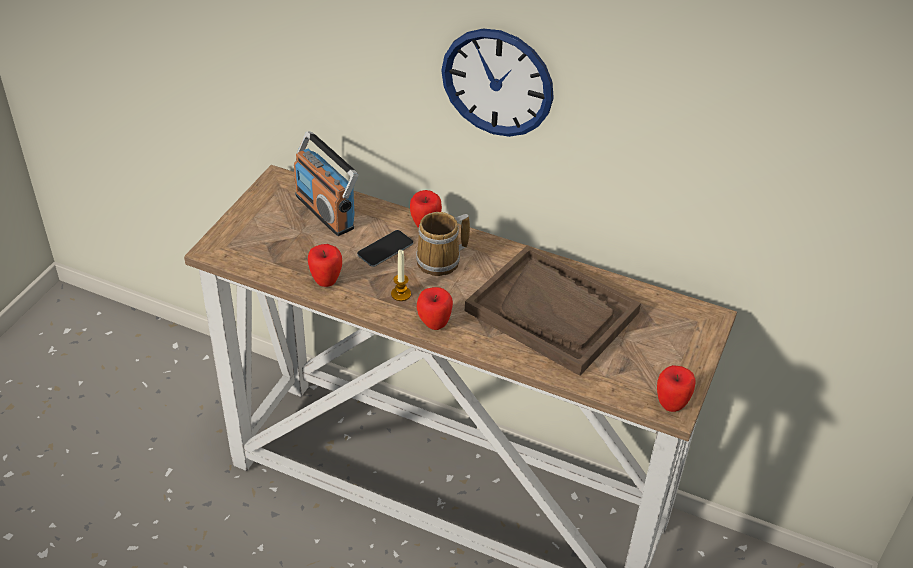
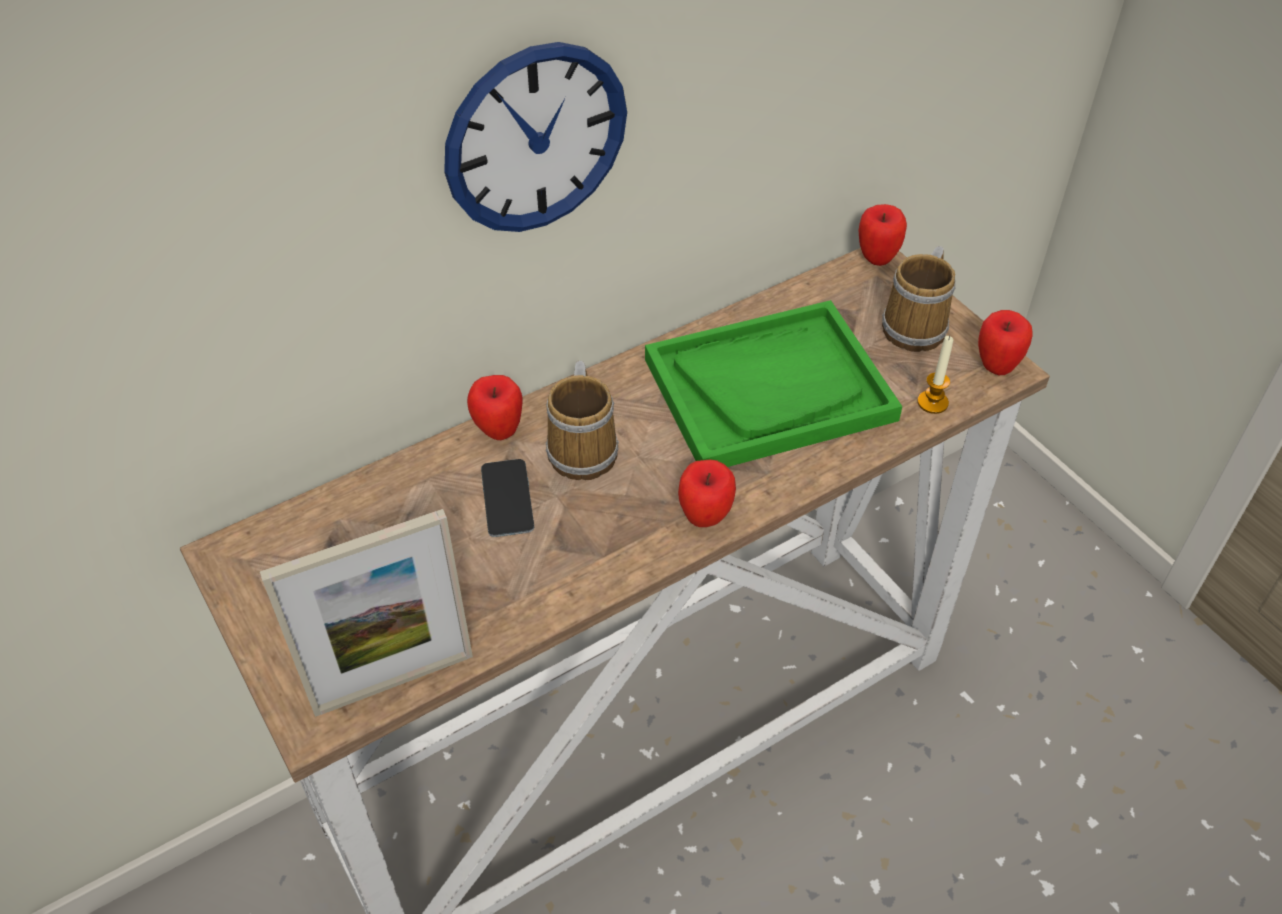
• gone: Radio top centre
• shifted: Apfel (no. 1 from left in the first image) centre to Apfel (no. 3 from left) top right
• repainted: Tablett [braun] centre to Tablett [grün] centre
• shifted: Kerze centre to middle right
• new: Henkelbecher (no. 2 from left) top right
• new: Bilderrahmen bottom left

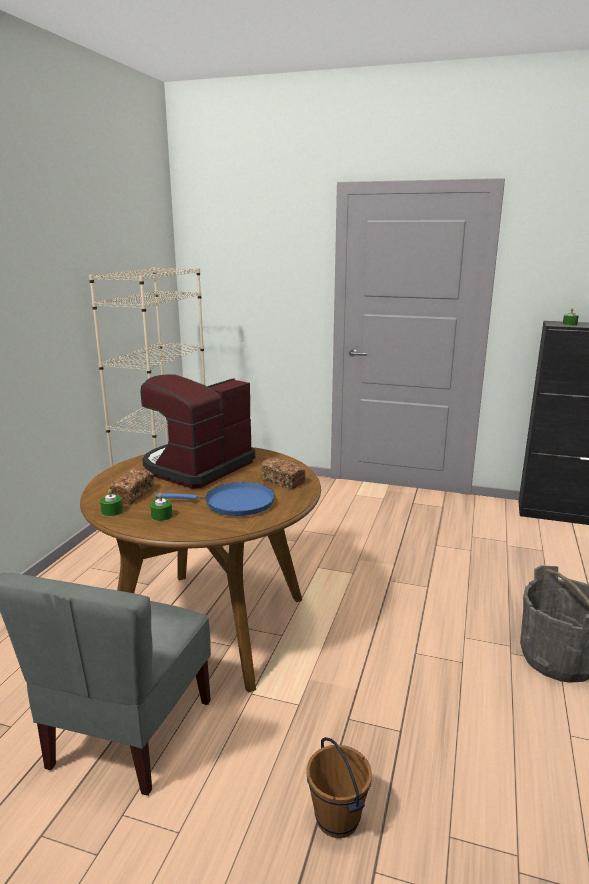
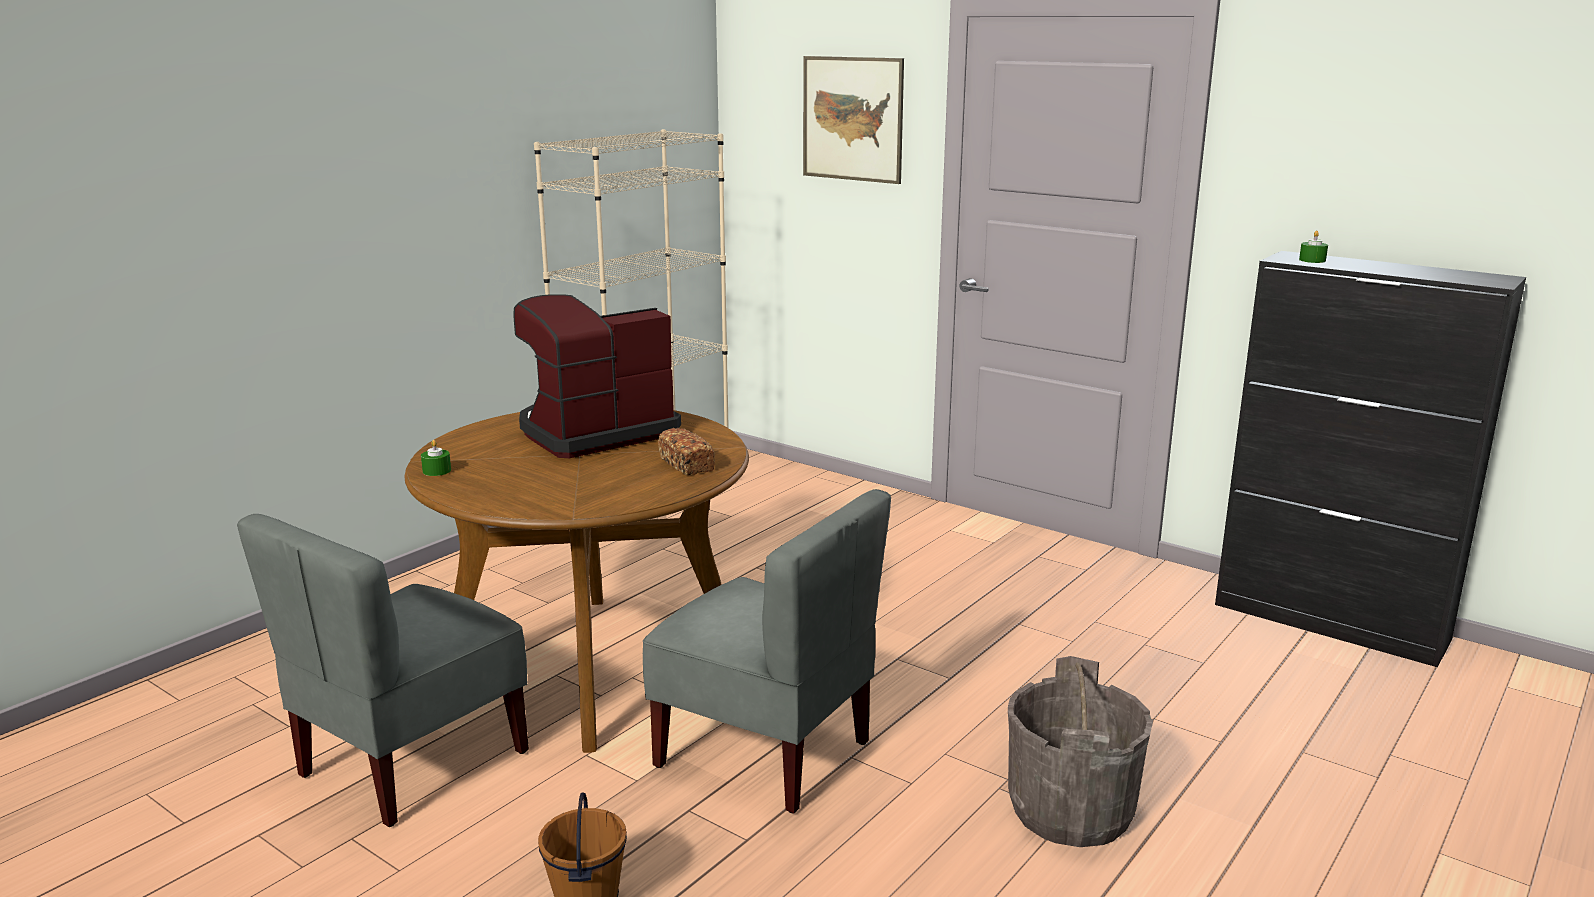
• gone: Brot (no. 1 from left) middle left
• gone: Pfanne [blau] centre
• gone: Kerze [grün] (no. 2 from left) middle left
• new: Bild top centre
• new: Stuhl [grau] (no. 2 from left) bottom centre

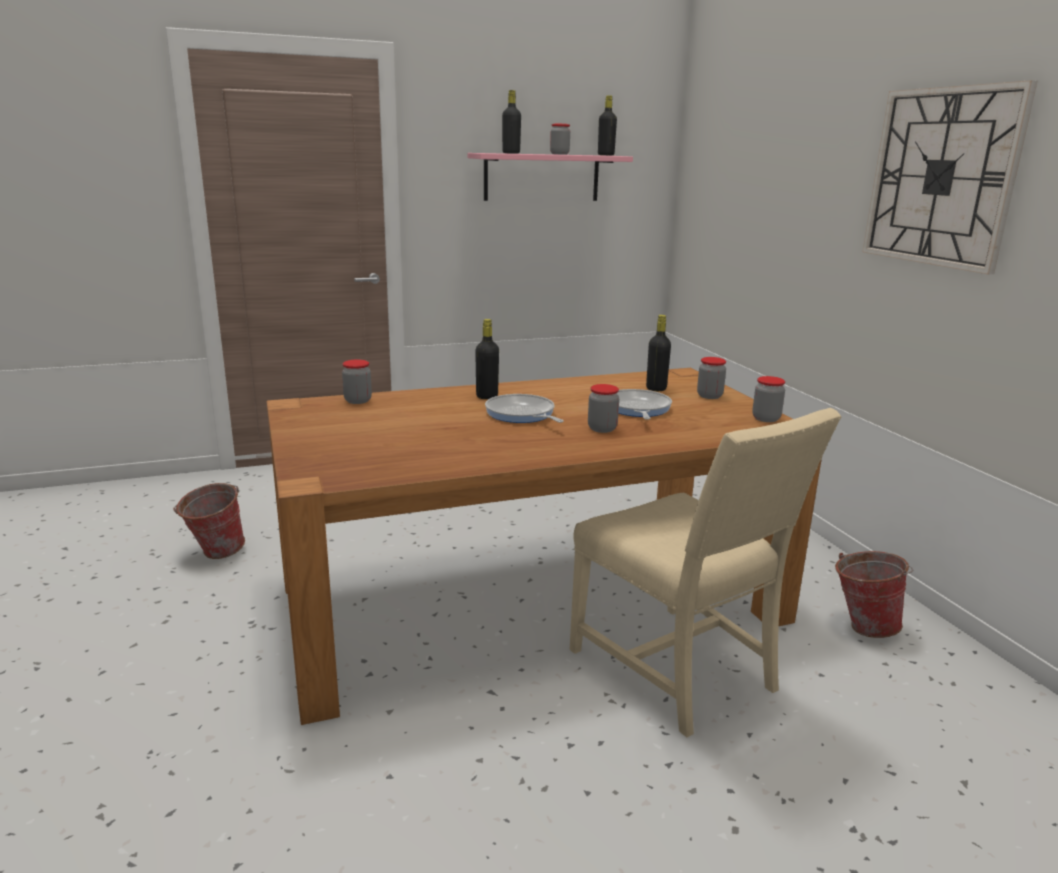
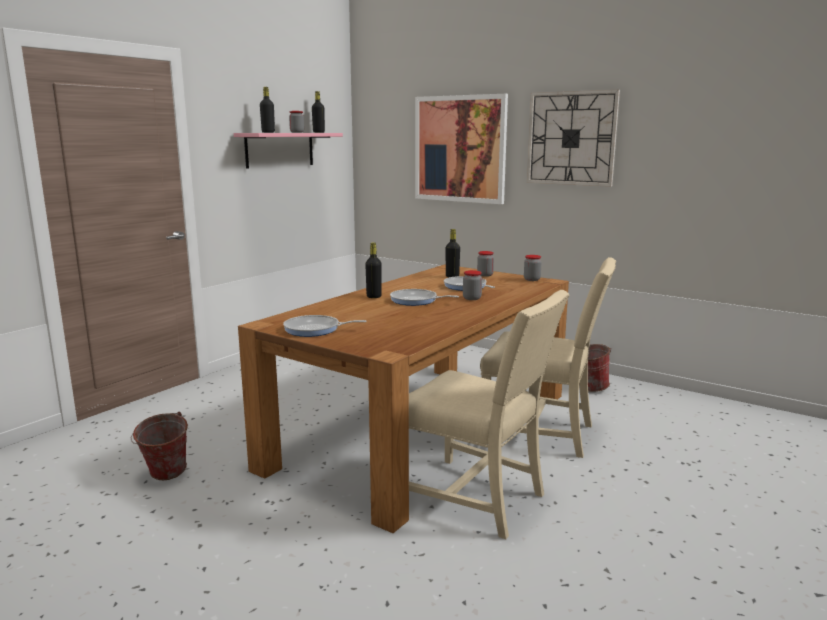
• gone: Vorratsglas (no. 1 from left) centre
• new: Bild top centre
• new: Stuhl [beige] (no. 1 from left) bottom centre
• new: Pfanne (no. 1 from left) centre

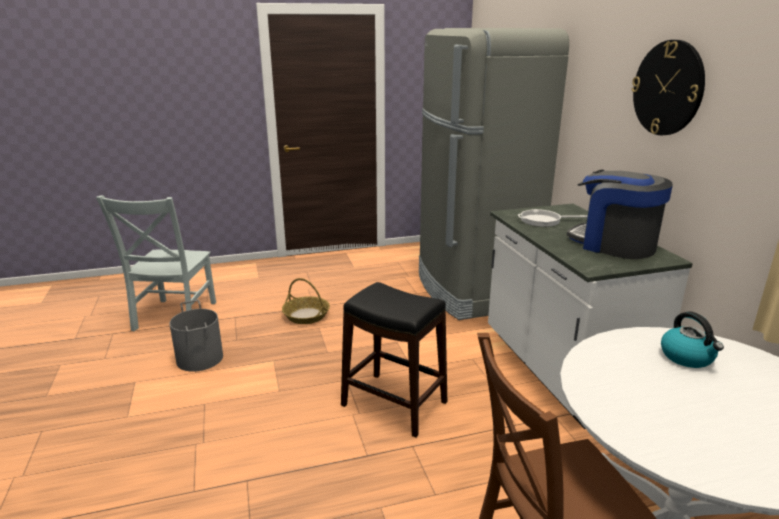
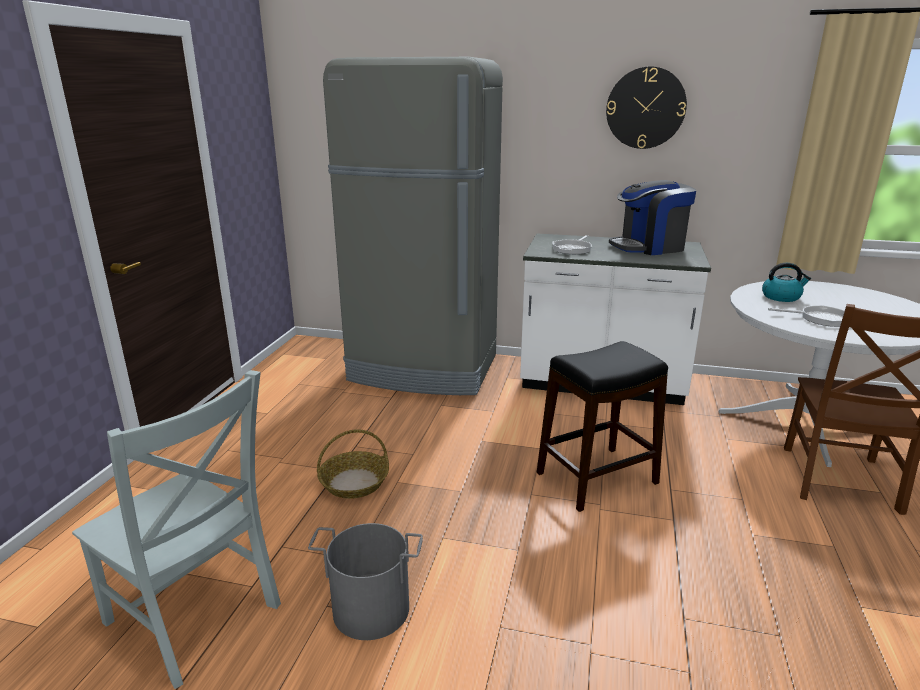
• new: Pfanne (no. 2 from left) middle right

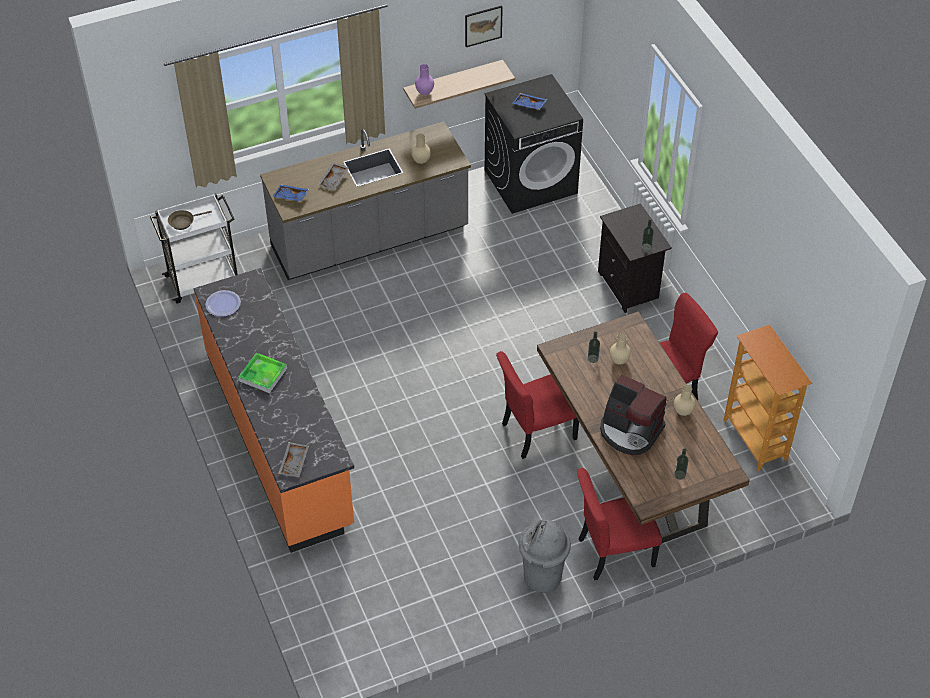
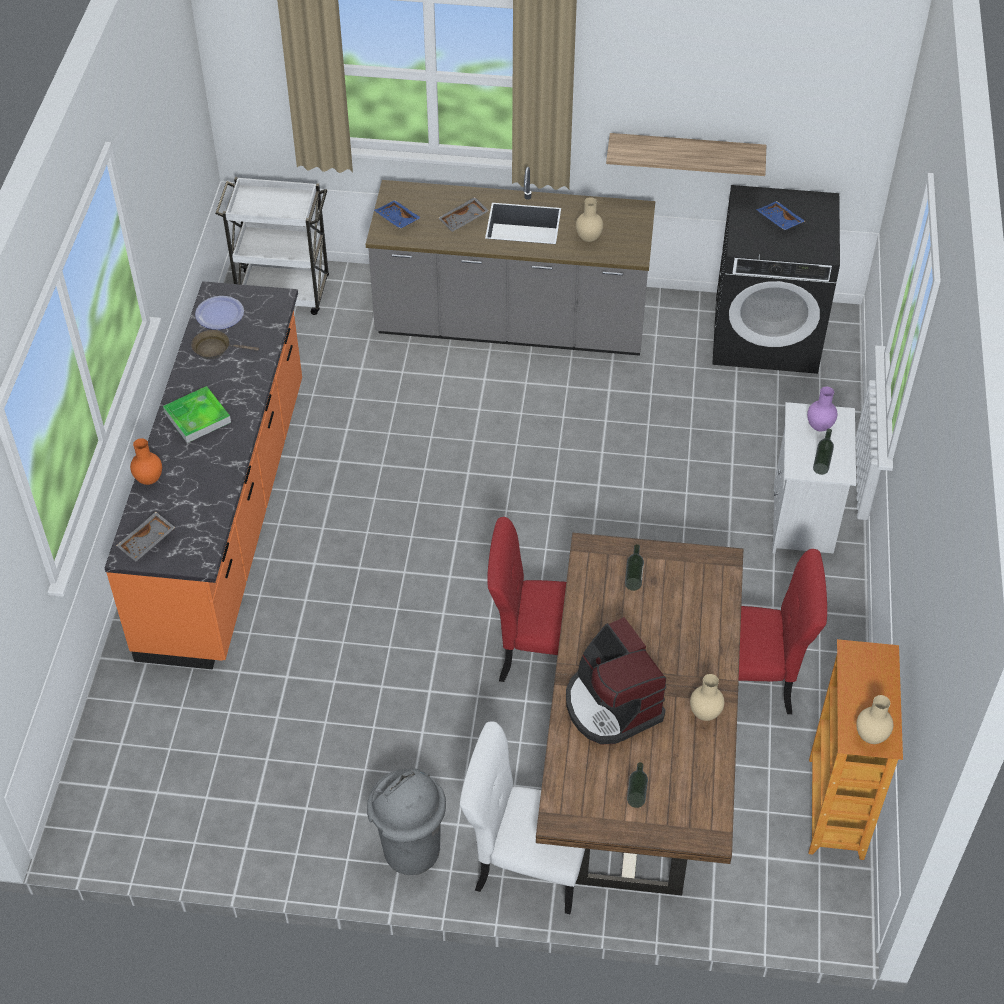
• gone: Bild top centre
• shifted: Vase [lila] top centre to middle right
• repainted: Nachttisch [schwarz] middle right to Nachttisch [weiß] middle right
• shifted: Pfanne [braun] top left to middle left
• shifted: Vase [beige] (no. 2 from left in the first image) middle right to Vase [beige] (no. 3 from left) bottom right
• repainted: Stuhl [rot] (no. 2 from left) bottom centre to Stuhl [weiß] bottom centre
• new: Vase [orange] middle left

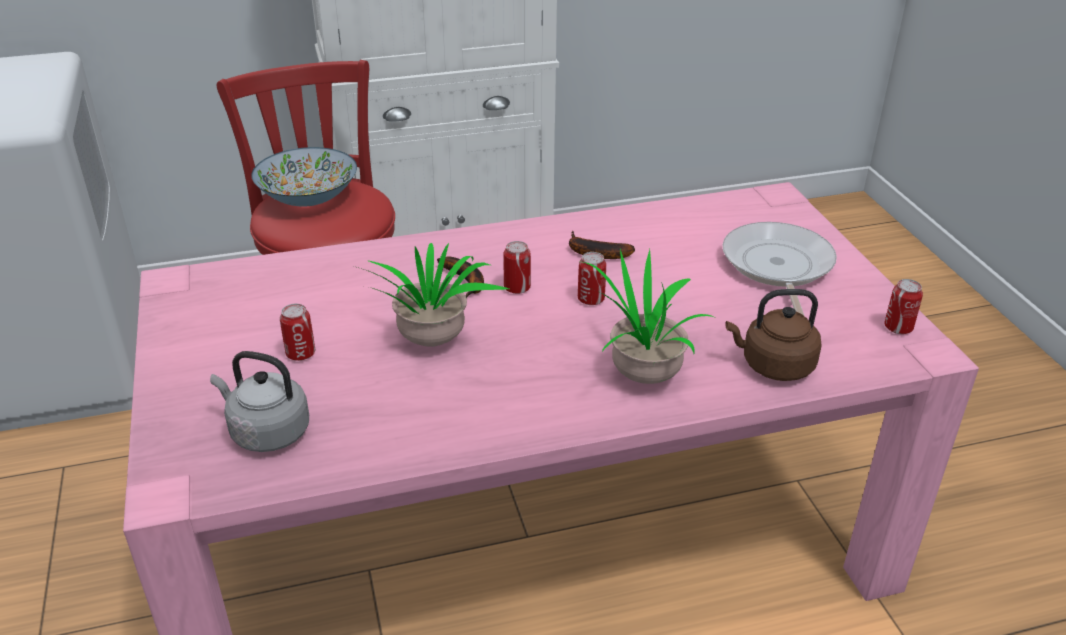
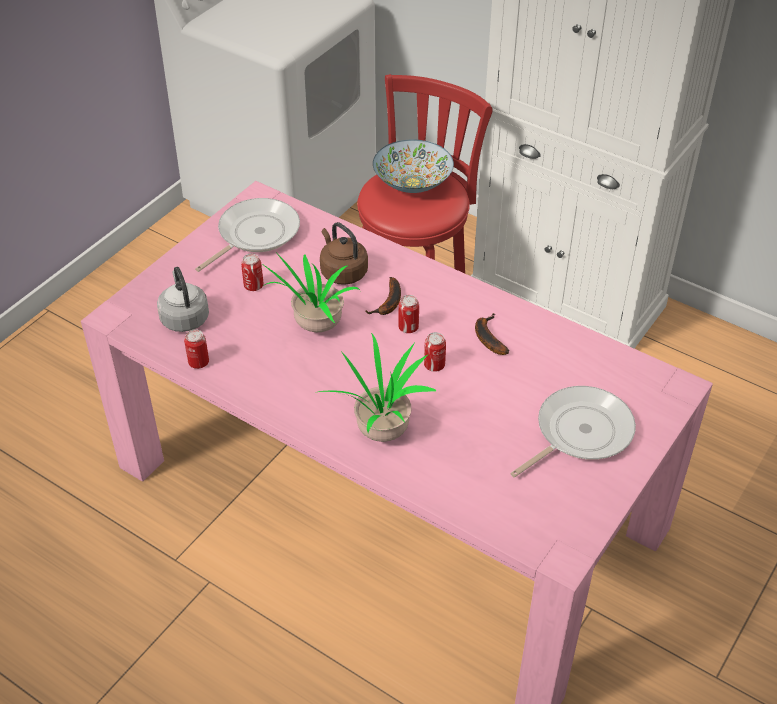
• shifted: Dose (no. 4 from left in the first image) middle right to Dose (no. 1 from left) middle left
• shifted: Wasserkessel [braun] middle right to centre
• new: Pfanne (no. 1 from left) middle left

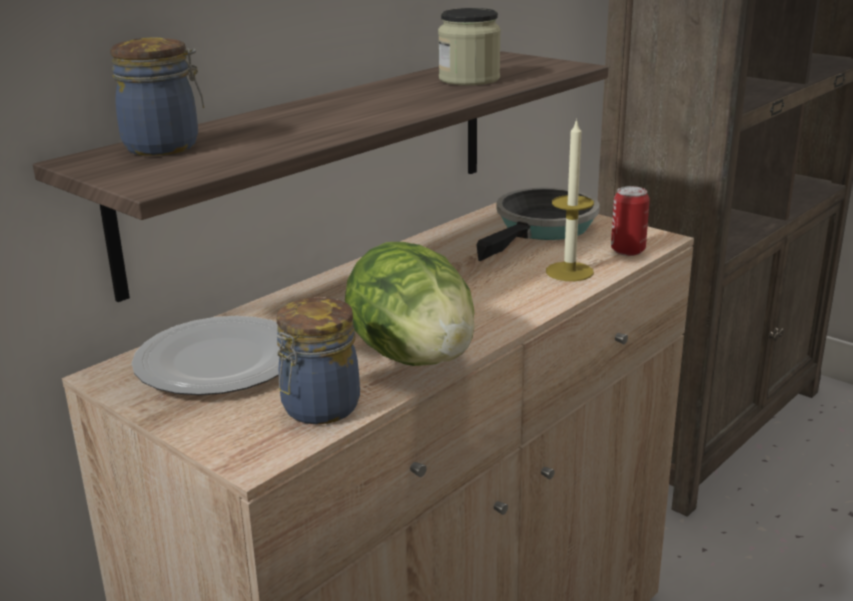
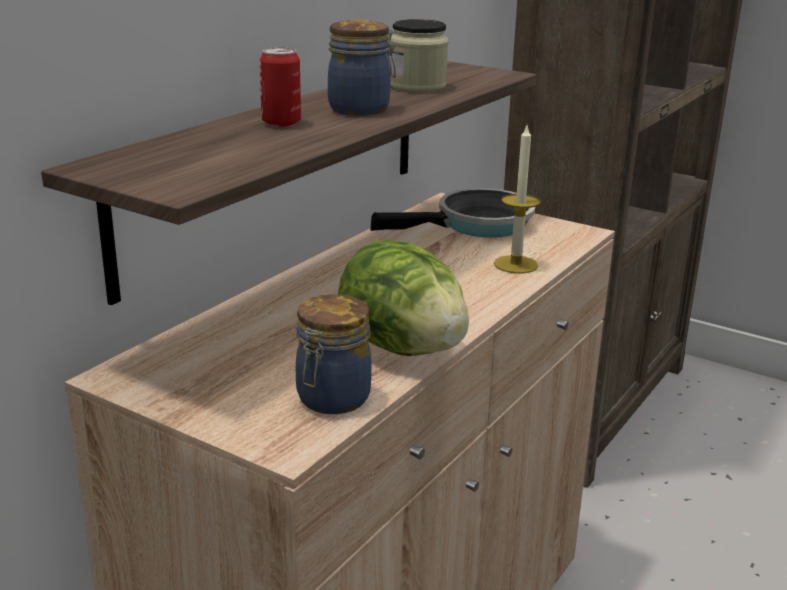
• shifted: Vorratsglas (no. 1 from left in the first image) top left to Vorratsglas (no. 2 from left) top centre
• shifted: Dose middle right to top centre
• rotated: Pfanne centre = centre 45 degrees clockwise
• gone: Teller middle left

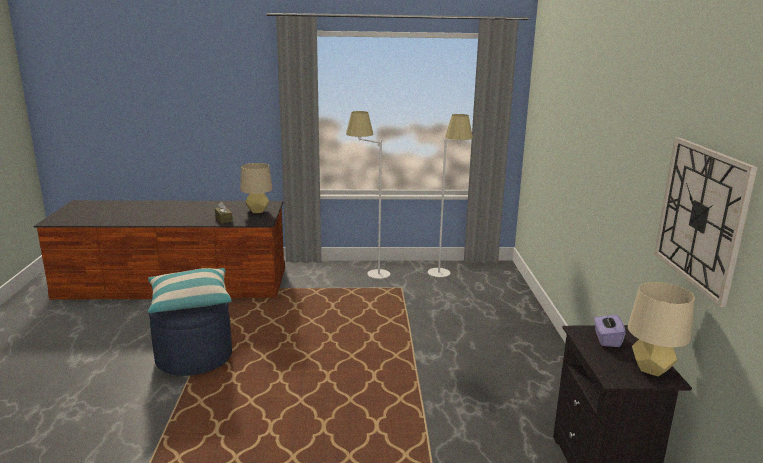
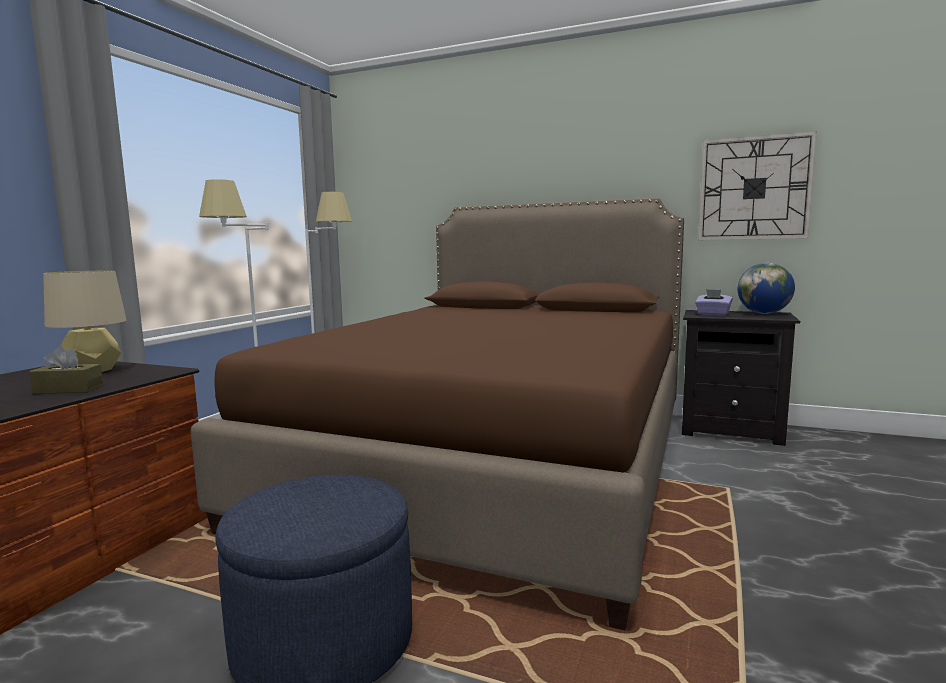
• gone: Kissen middle left
• swapped: Tischlampe [beige] (no. 2 from left) bottom right to Globus middle right
• new: Bett [braun] centre

